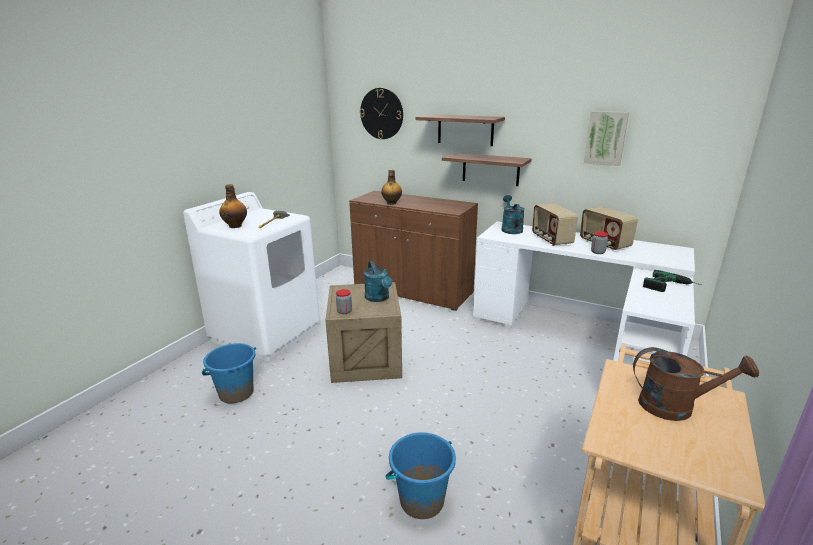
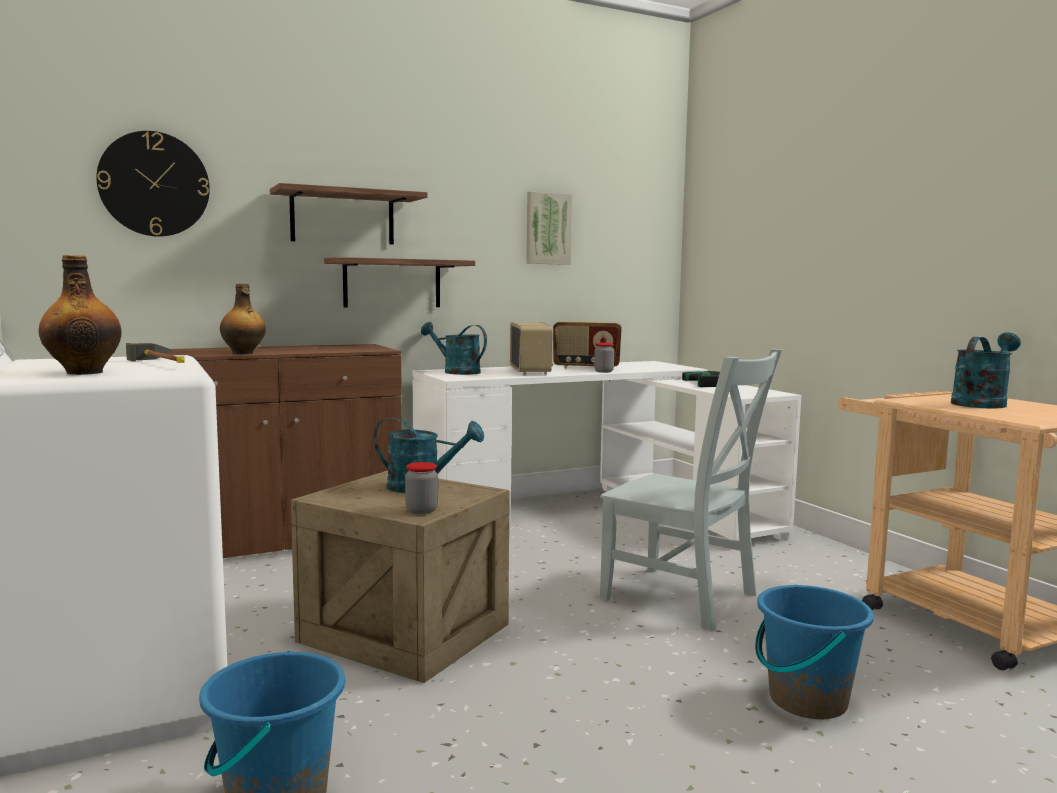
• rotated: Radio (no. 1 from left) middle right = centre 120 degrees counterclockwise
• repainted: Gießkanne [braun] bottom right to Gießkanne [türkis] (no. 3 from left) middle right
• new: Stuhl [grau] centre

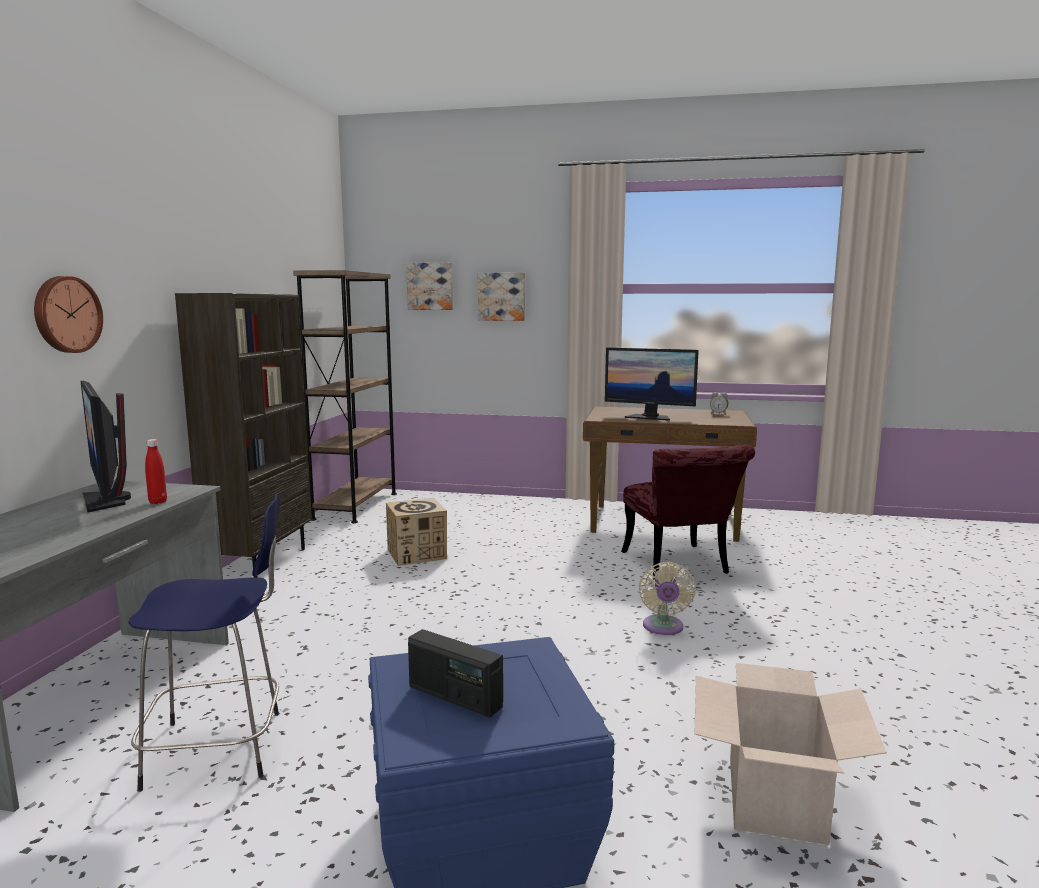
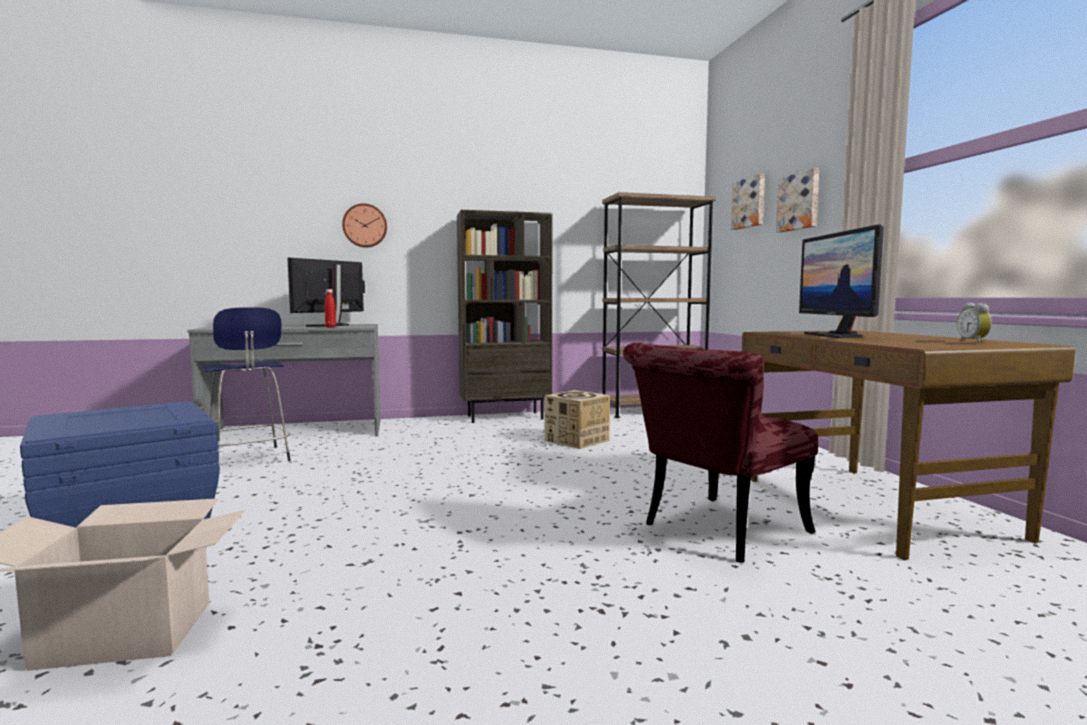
• gone: Ventilator [beige] bottom centre
• gone: Radio bottom centre

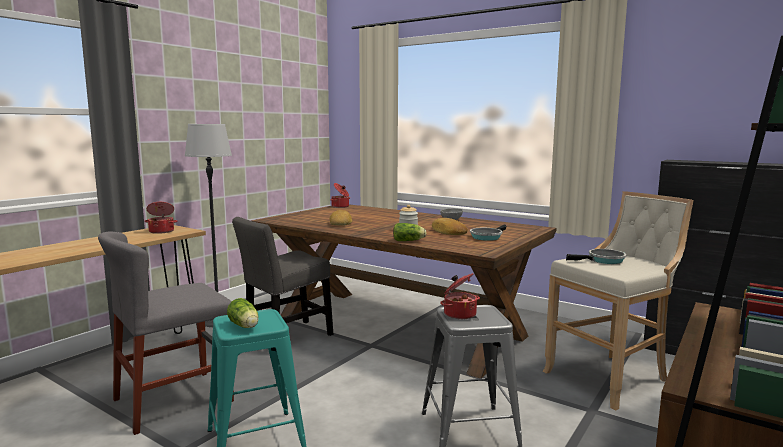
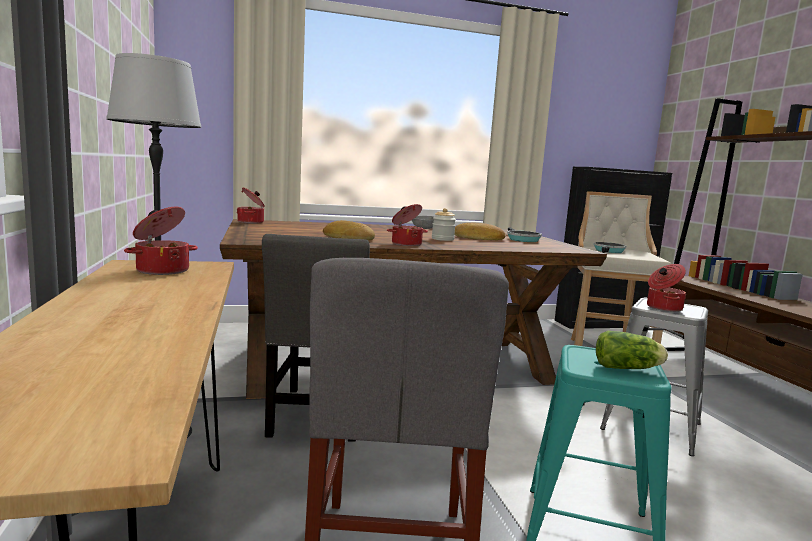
• gone: Salatkopf (no. 2 from left) centre
• new: Kochtopf (no. 3 from left) centre

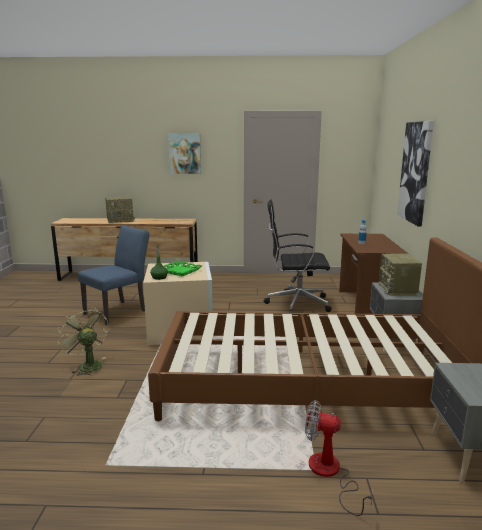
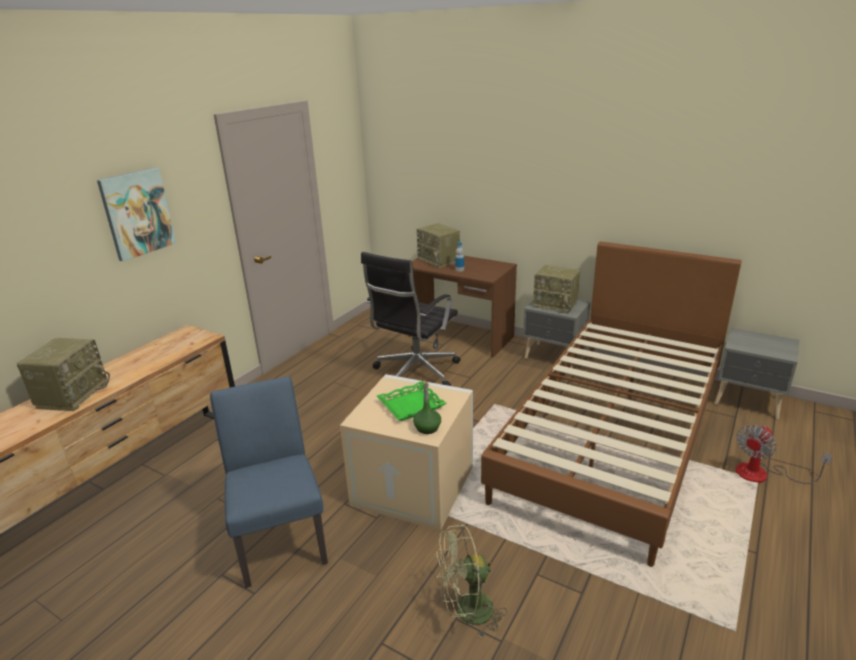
• gone: Bild (no. 2 from left) top right
• new: Radio (no. 2 from left) centre

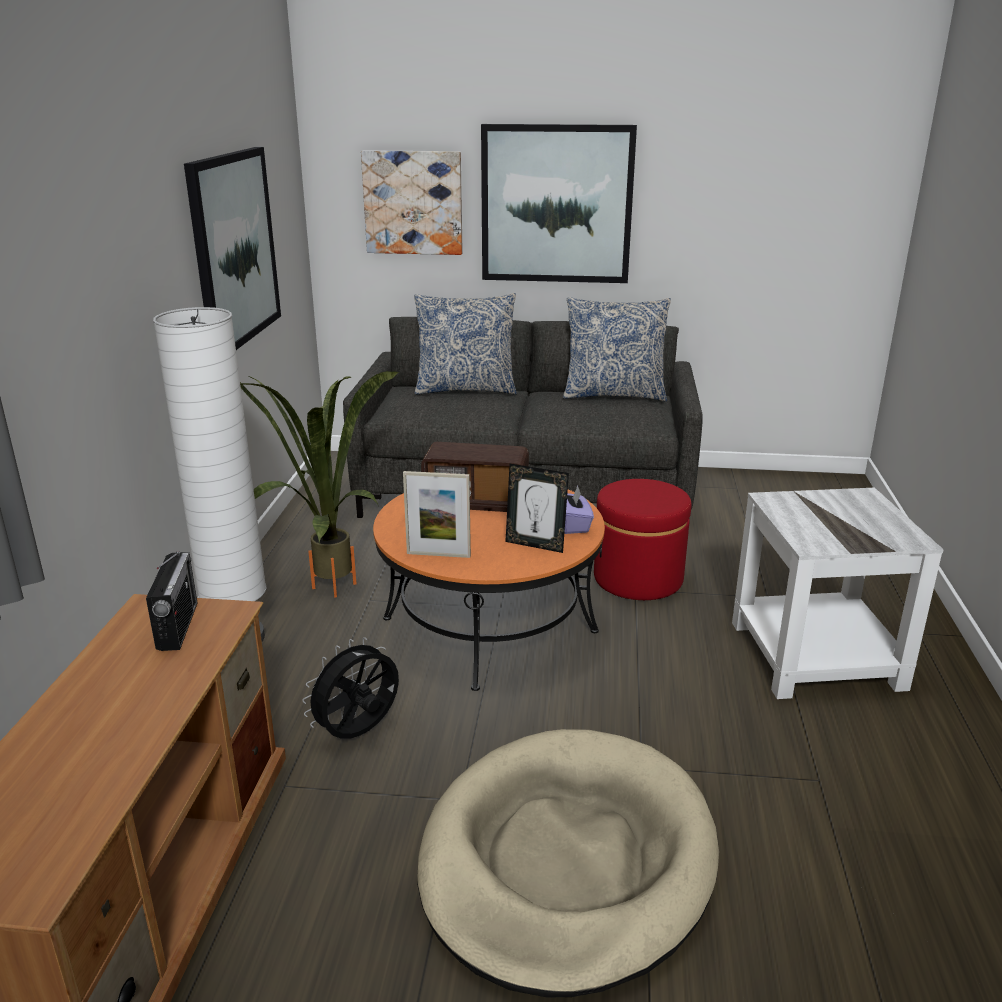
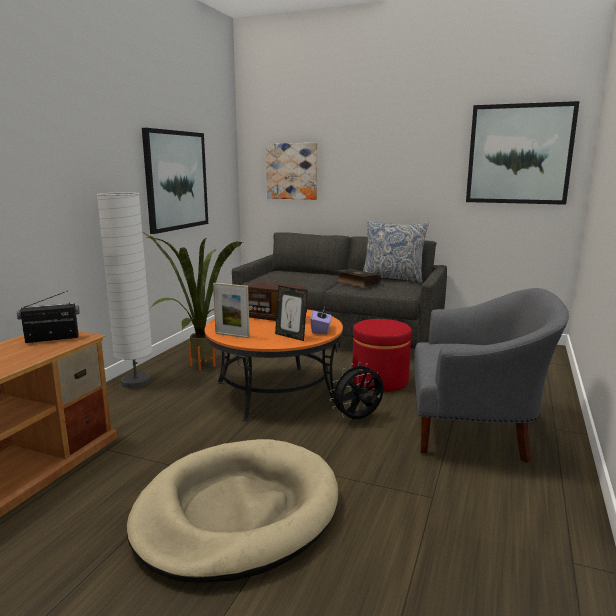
• shifted: Bild (no. 3 from left) top centre to top right
• gone: Kissen (no. 1 from left) centre
• swapped: Beistelltisch [weiß] middle right to Sessel [grau] middle right
• rotated: Radio (no. 1 from left) middle left = middle left 120 degrees counterclockwise
• shifted: Ventilator [schwarz] bottom centre to centre
• new: Buch centre

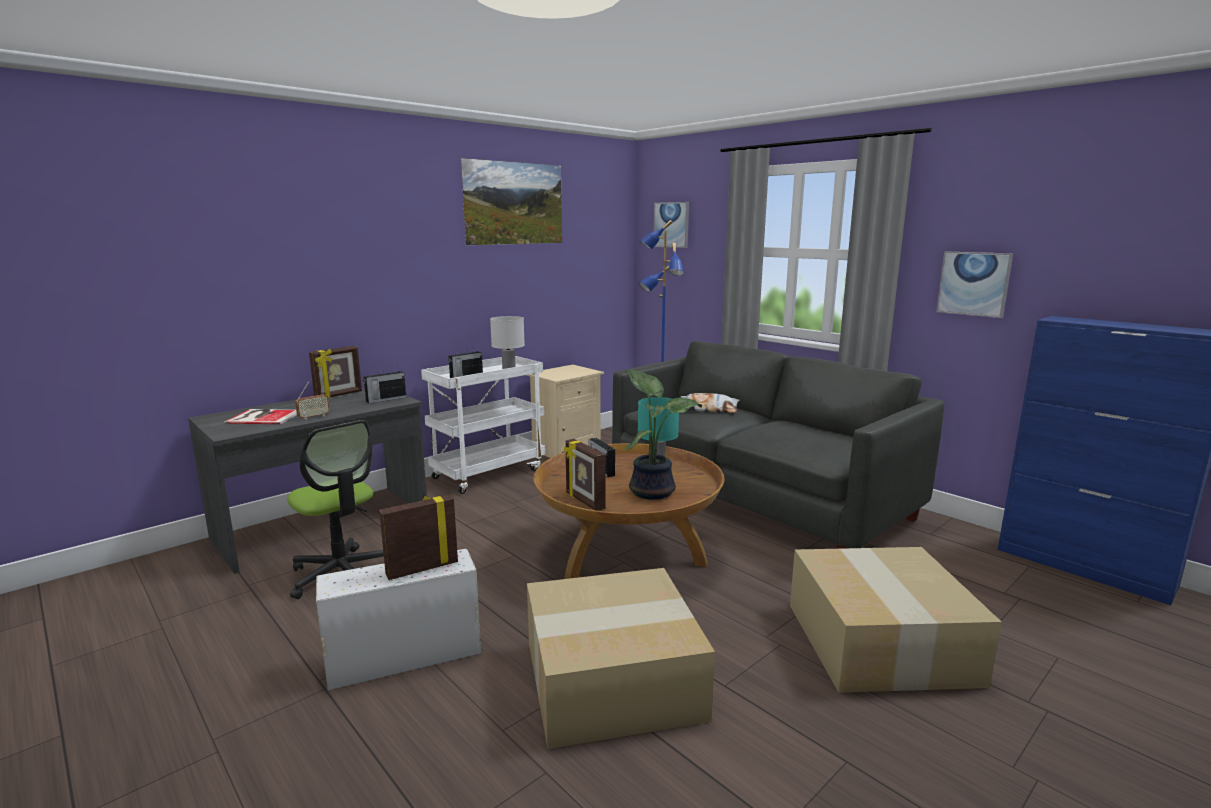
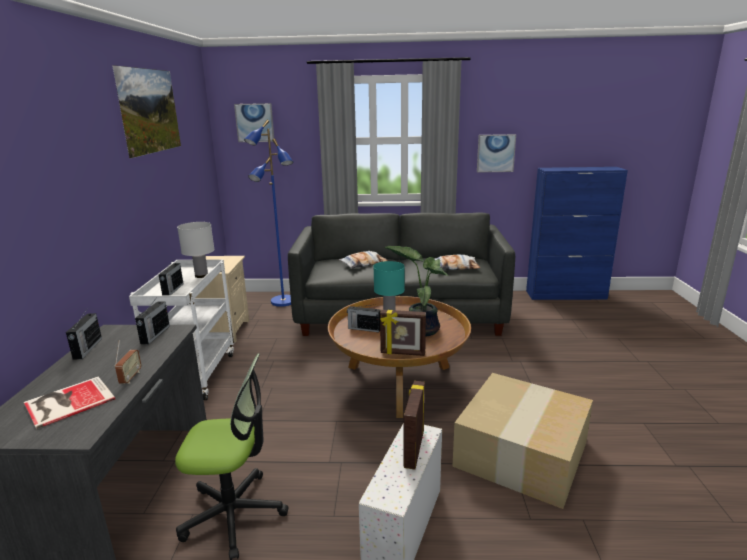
• swapped: Bilderrahmen (no. 1 from left) middle left to Radio (no. 1 from left) middle left
• gone: Karton (no. 2 from left) bottom right
• new: Kissen (no. 2 from left) centre

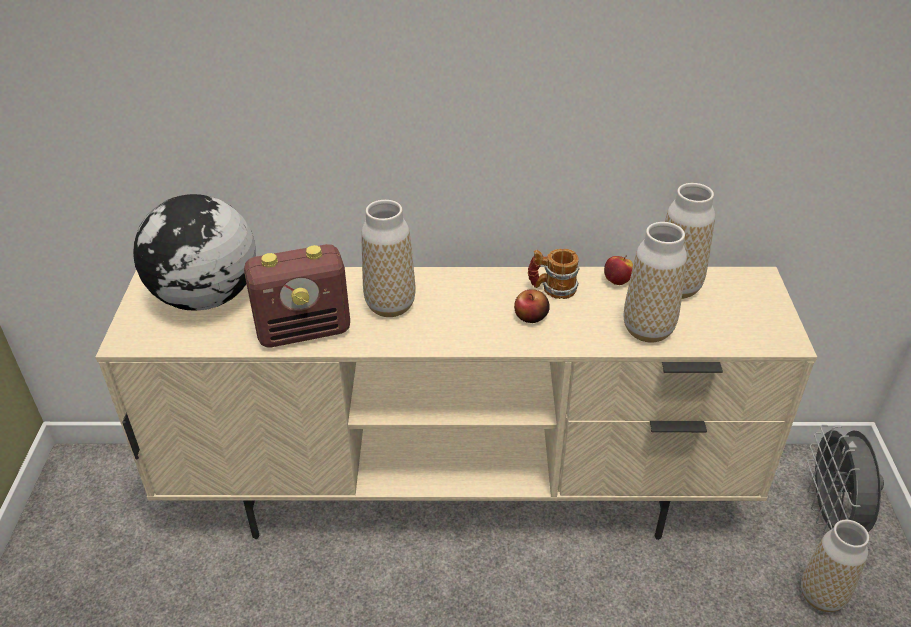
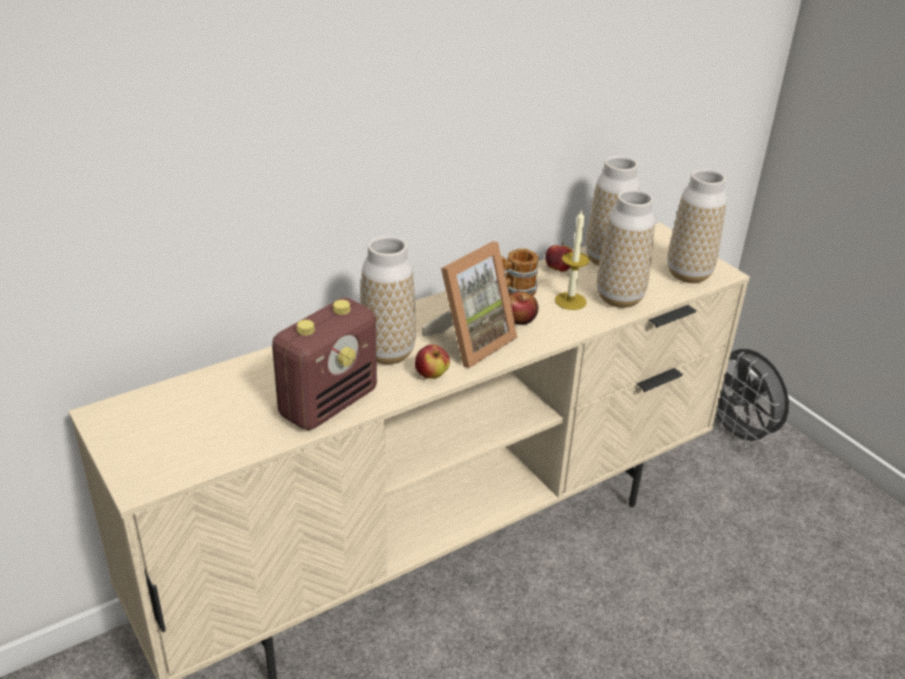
• gone: Globus middle left
• shifted: Vase (no. 4 from left) bottom right to top right
• new: Kerze centre
• new: Bilderrahmen centre
• new: Apfel (no. 1 from left) centre

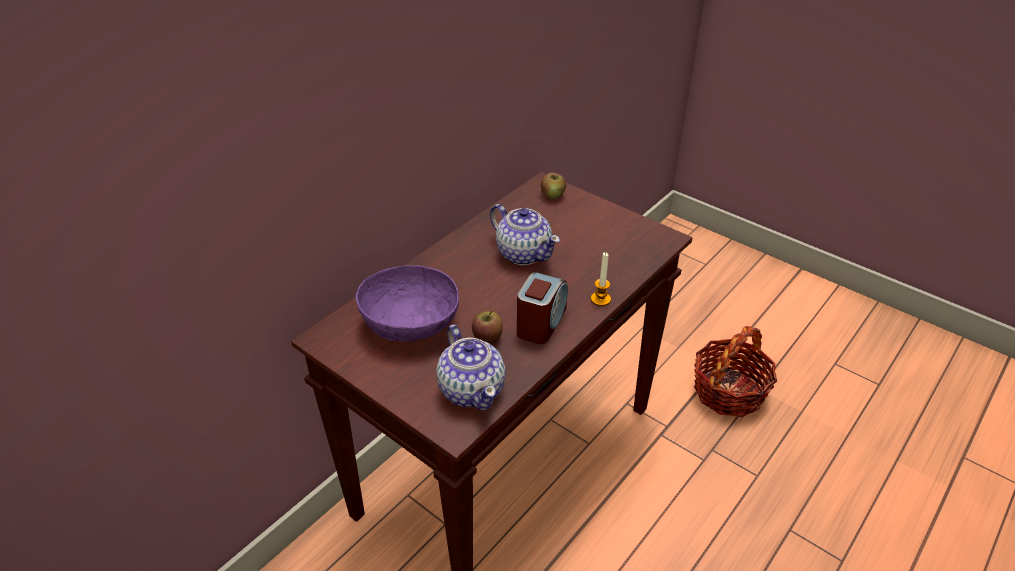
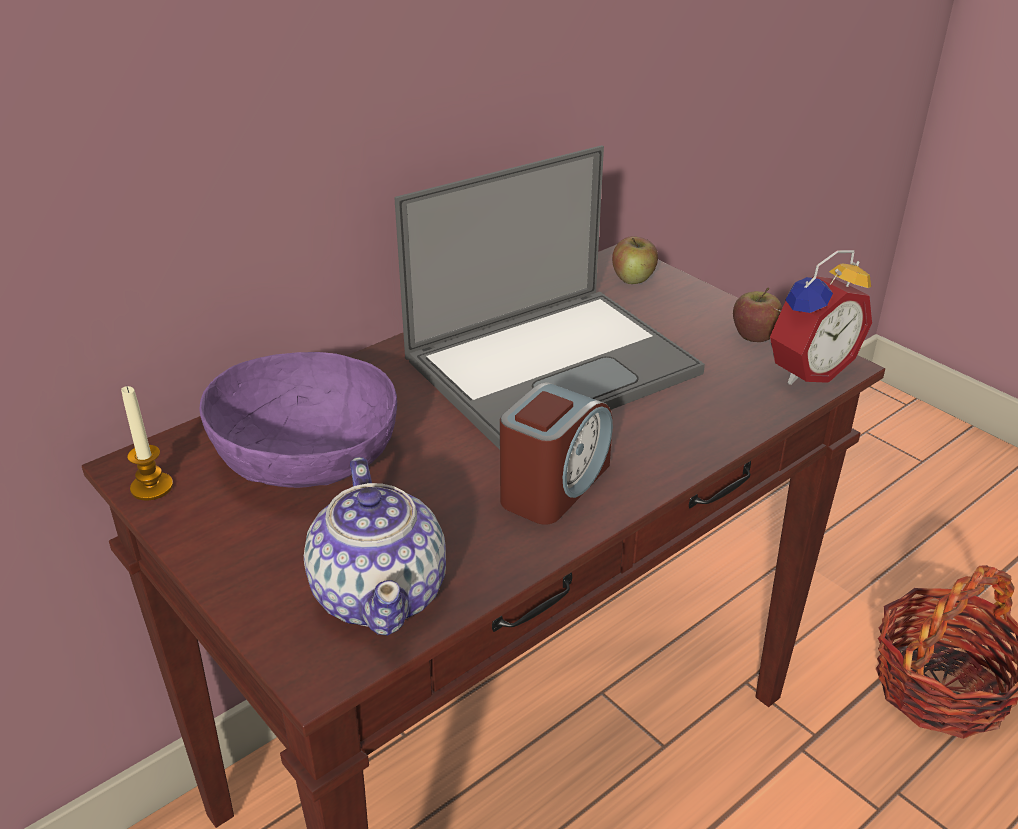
• swapped: Teekanne (no. 2 from left) centre to Laptop centre
• shifted: Kerze centre to middle left
• shifted: Apfel (no. 1 from left in the first image) centre to Apfel (no. 2 from left) middle right
• new: Wecker (no. 2 from left) middle right

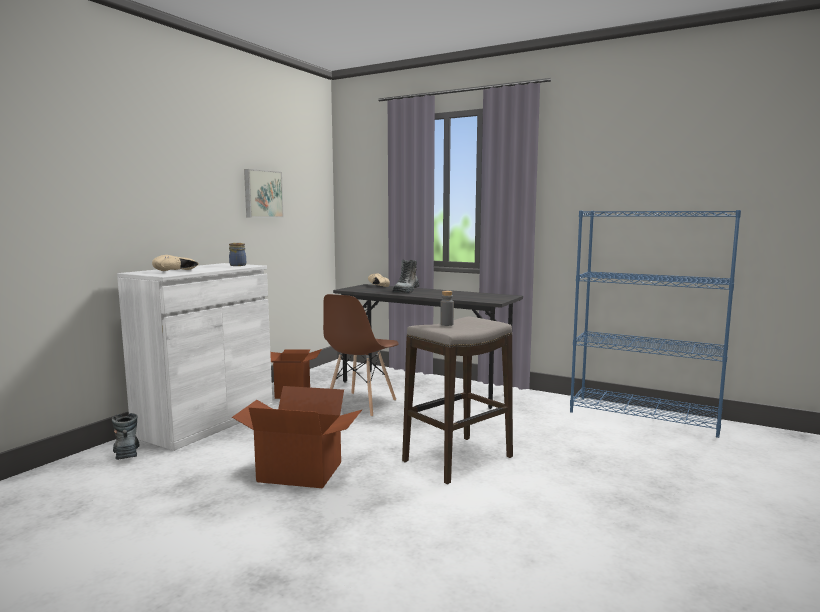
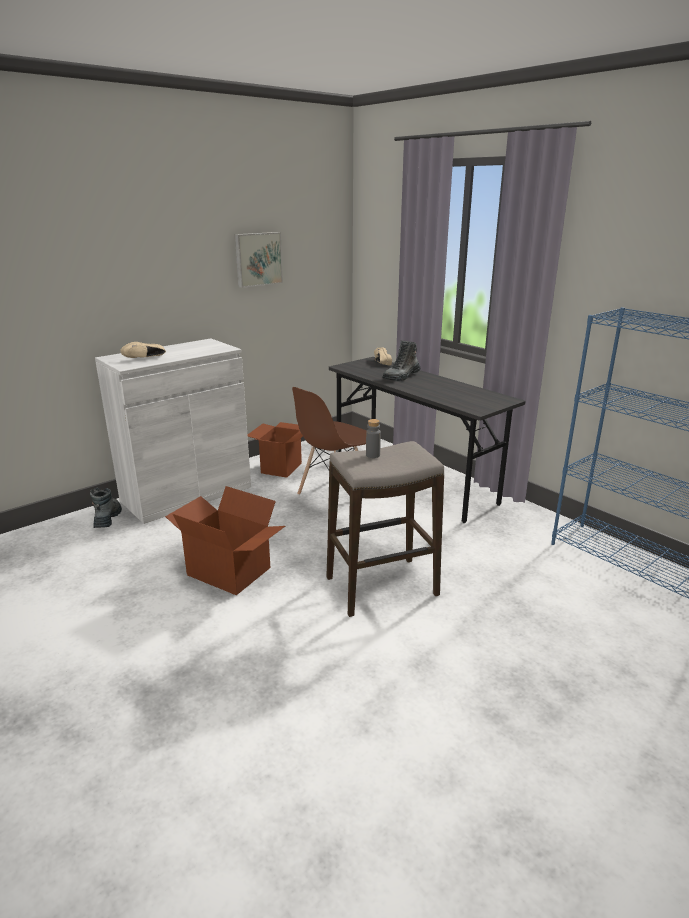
• gone: Vorratsglas middle left

